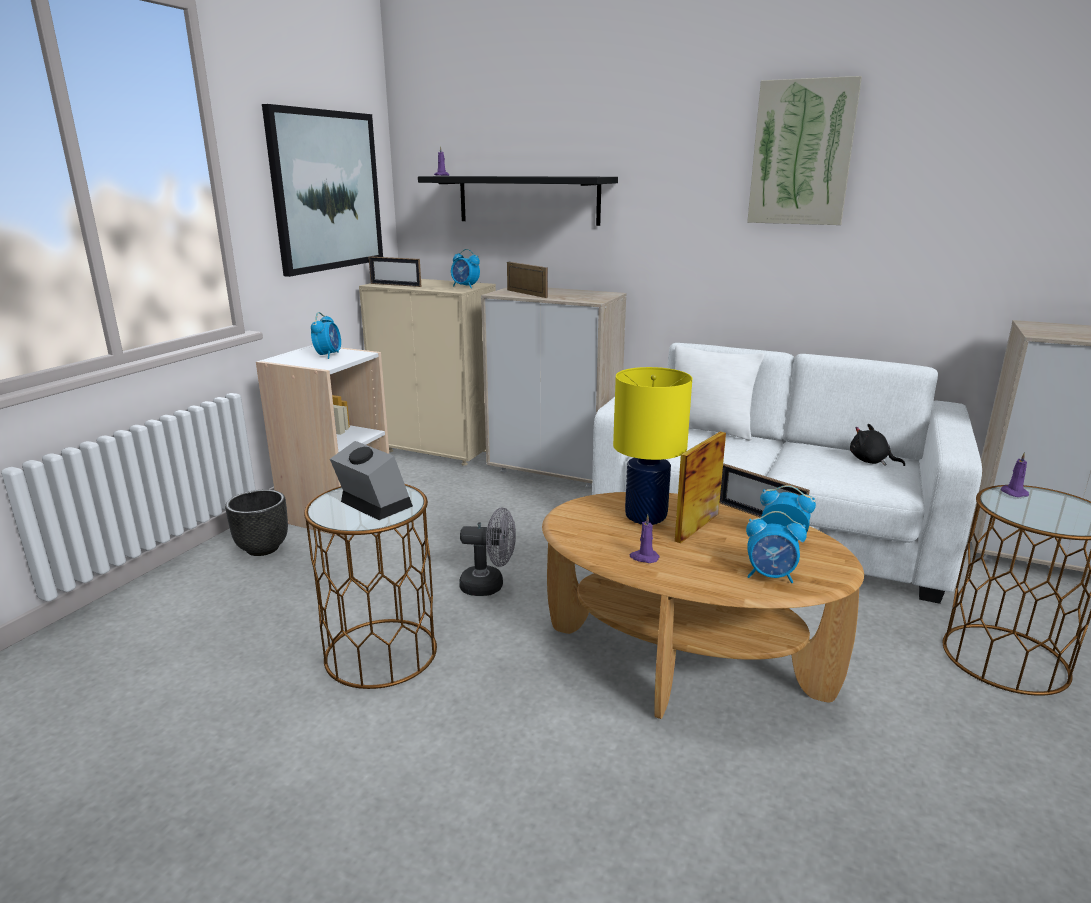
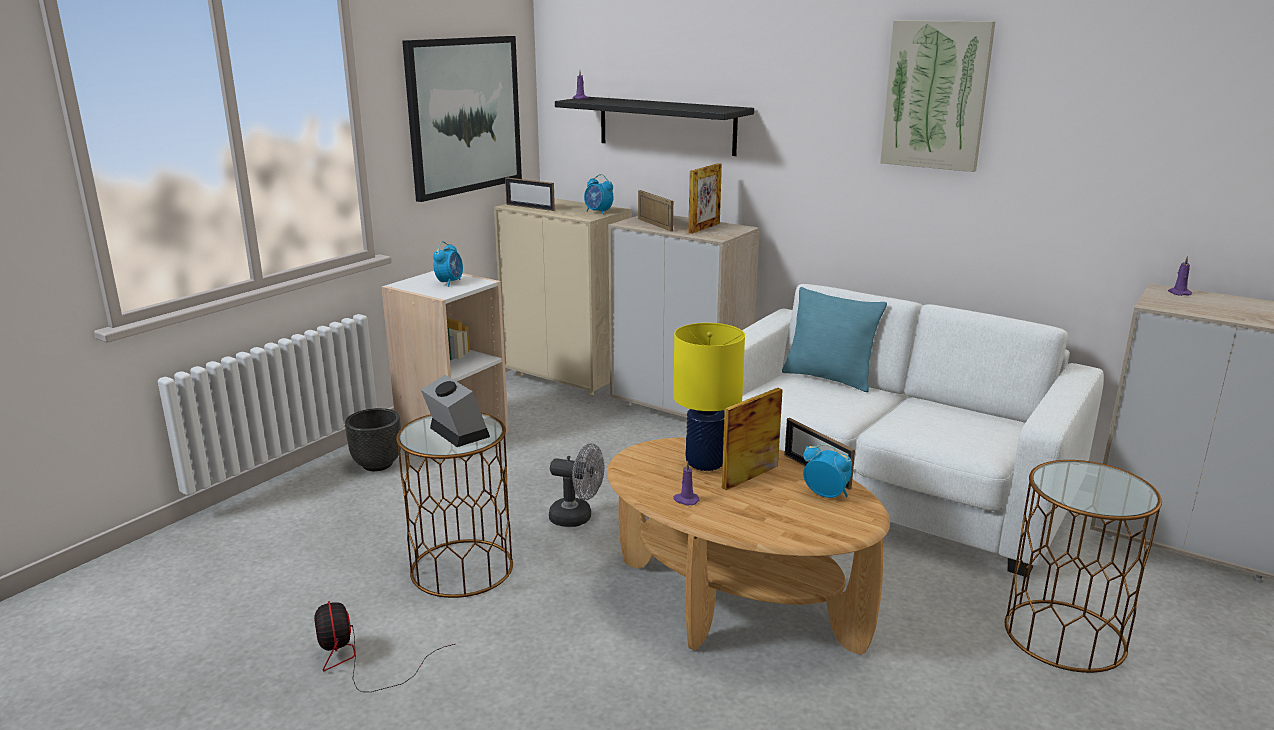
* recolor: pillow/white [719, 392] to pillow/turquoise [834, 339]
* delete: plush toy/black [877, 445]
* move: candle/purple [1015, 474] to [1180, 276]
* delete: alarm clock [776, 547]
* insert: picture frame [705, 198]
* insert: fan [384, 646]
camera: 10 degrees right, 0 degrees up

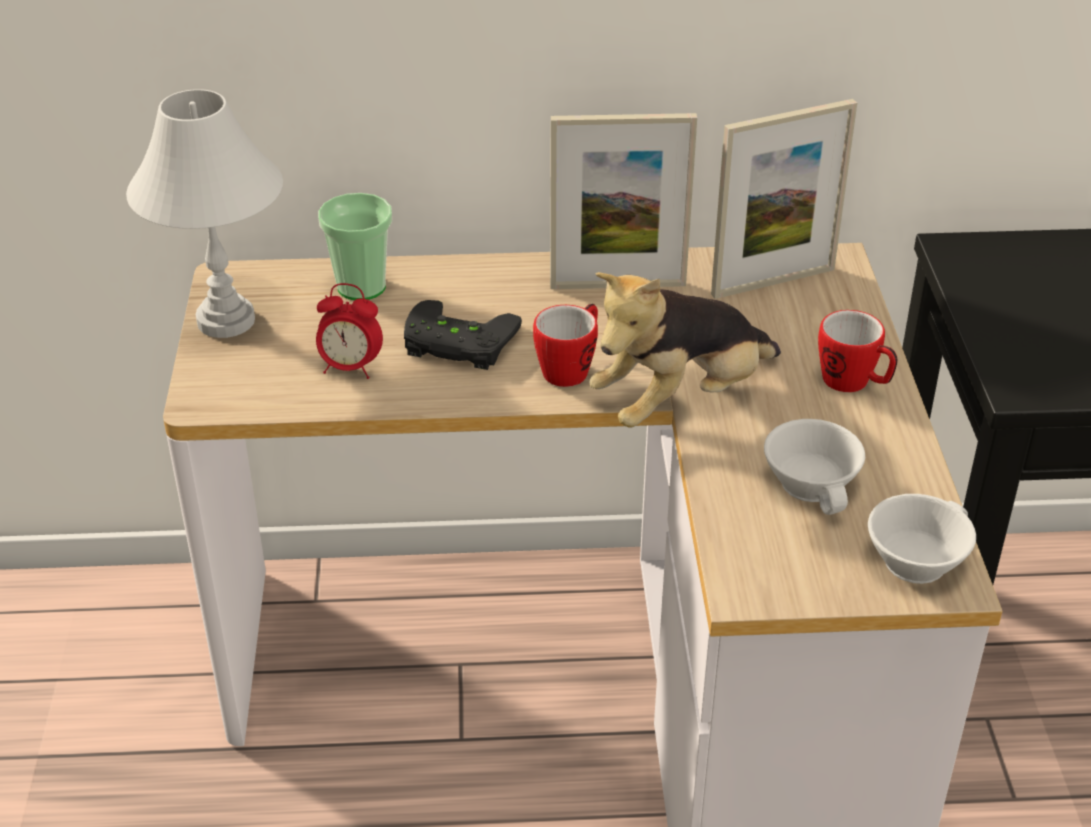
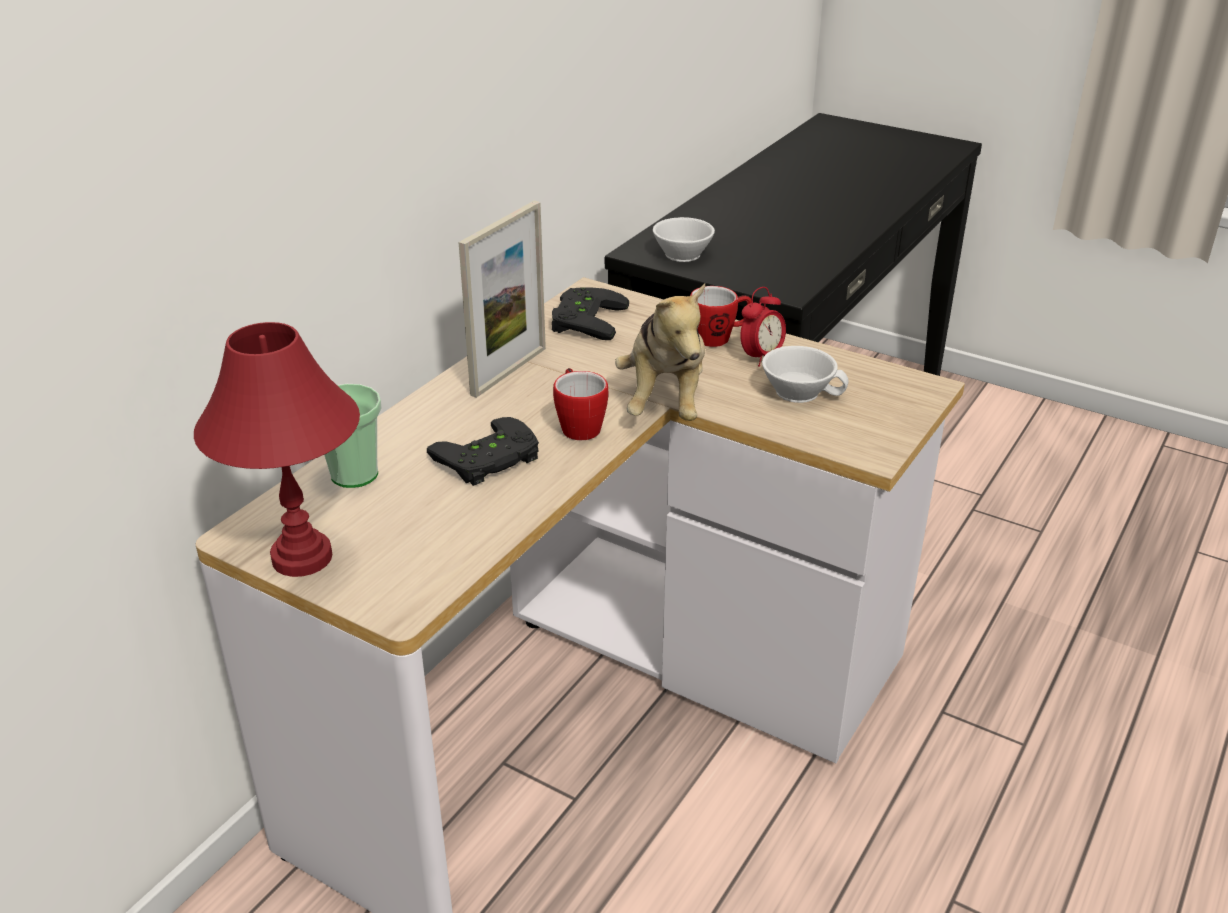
* recolor: table lamp/white [204, 213] to table lamp/red [277, 449]
* replace: picture frame [784, 199] to game controller/black [590, 313]
* move: alarm clock [349, 331] to [763, 327]
* move: cup/white [922, 539] to [684, 239]
camera: 55 degrees left, 5 degrees down

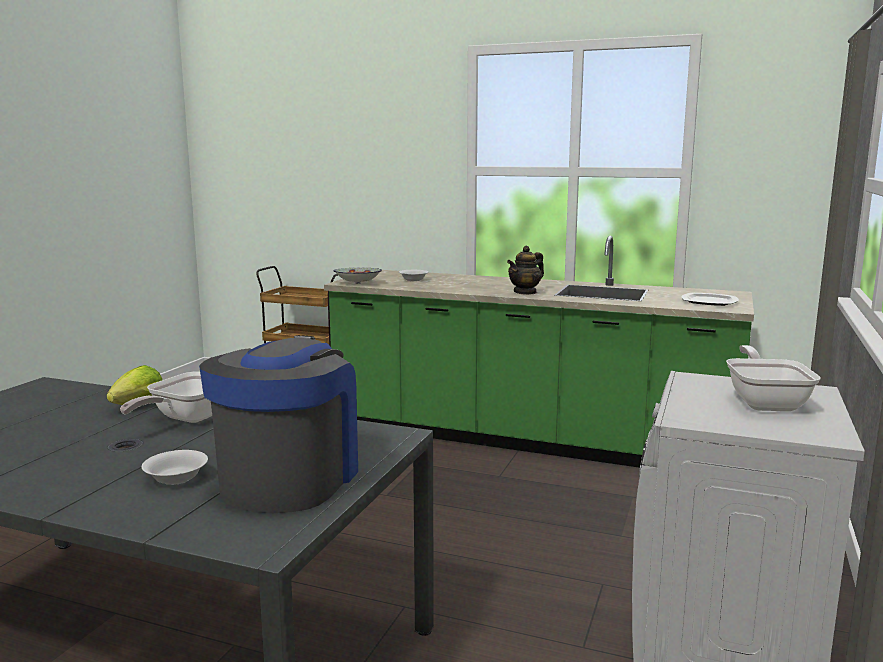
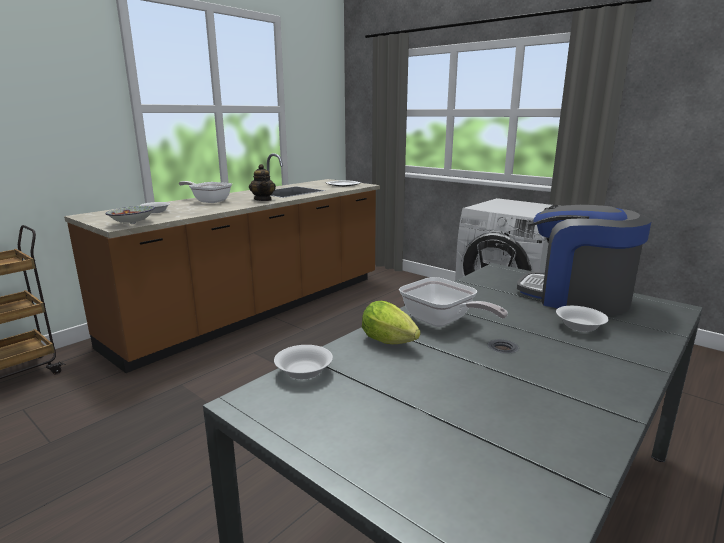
* recolor: counter/green [539, 352] to counter/brown [222, 263]
* move: frying pan [773, 378] to [205, 192]
* insert: bowl/white [303, 362]
camera: 70 degrees left, 5 degrees up

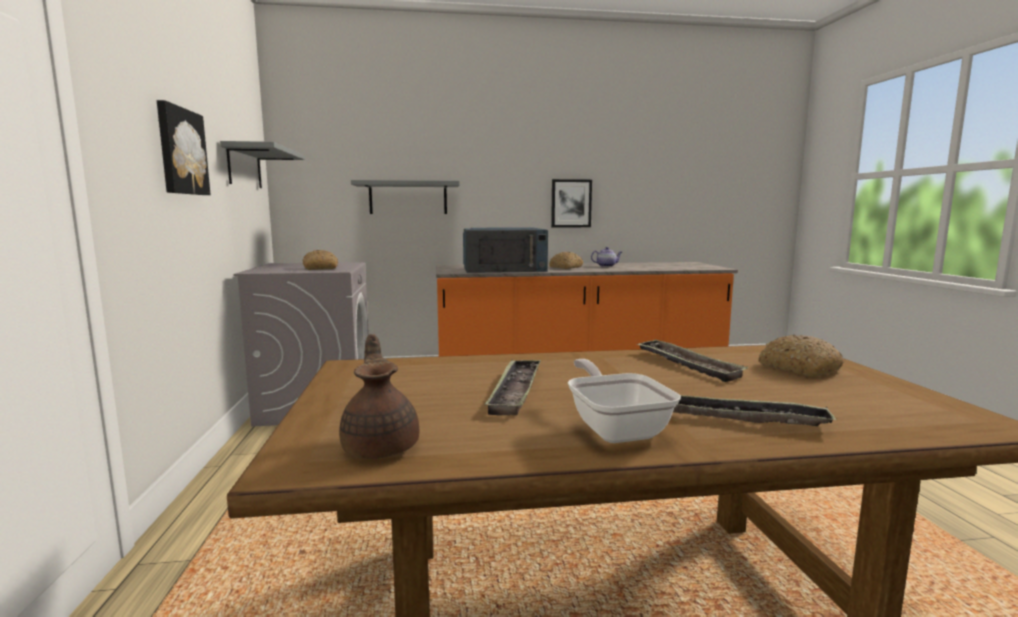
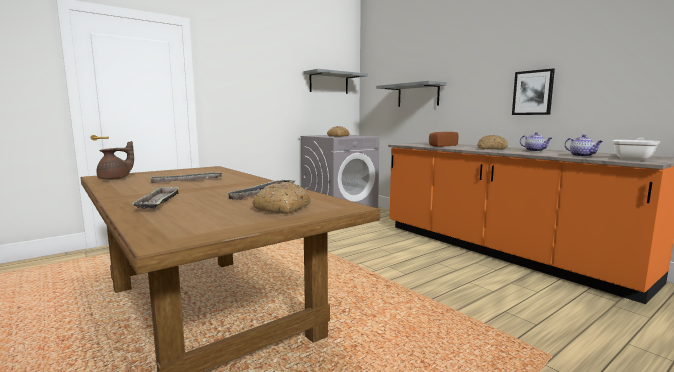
* delete: picture [184, 147]
* replace: microwave/blue [505, 250] to bread [443, 139]
* move: frying pan [624, 401] to [636, 149]
* insert: teapot [584, 146]
camera: 60 degrees right, 0 degrees up

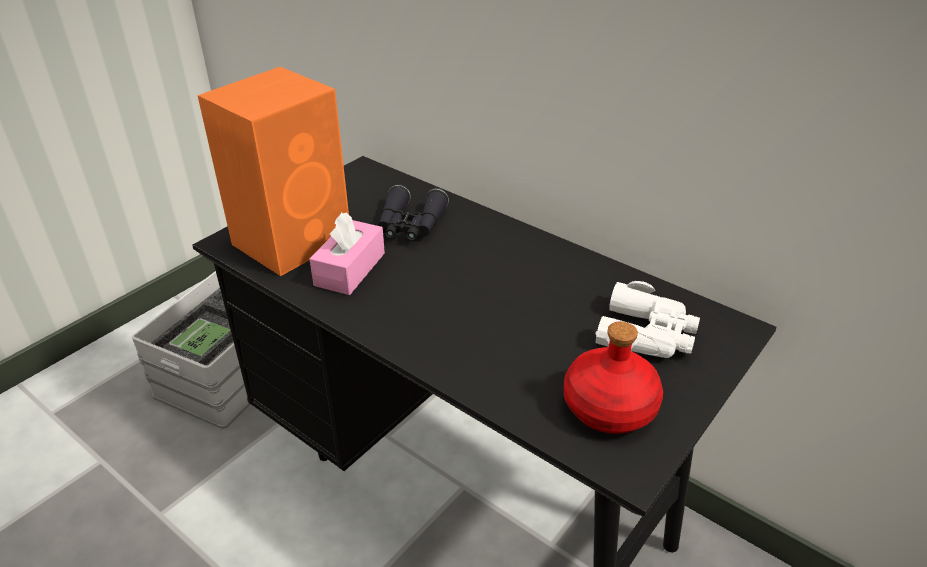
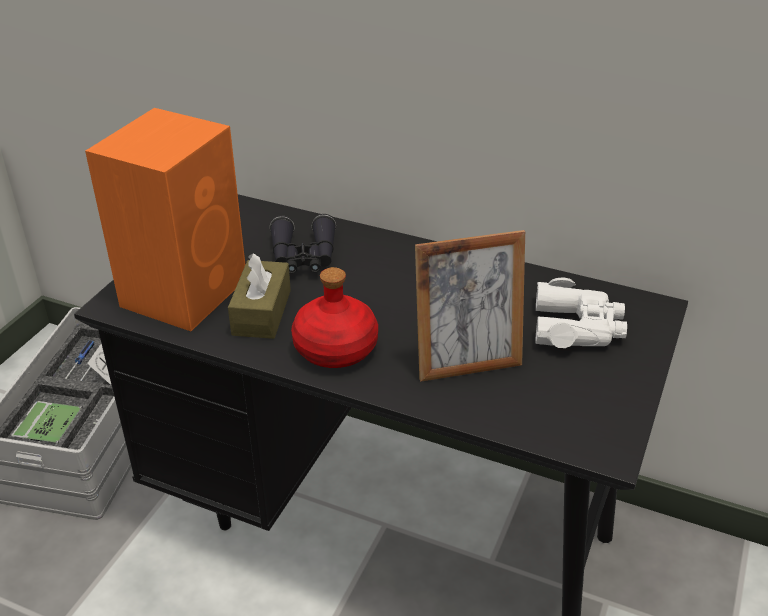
* recolor: tissue box/pink [347, 253] to tissue box/brown [259, 296]
* move: bottle/red [613, 377] to [334, 317]
* insert: picture frame [470, 306]
camera: 15 degrees left, 0 degrees up

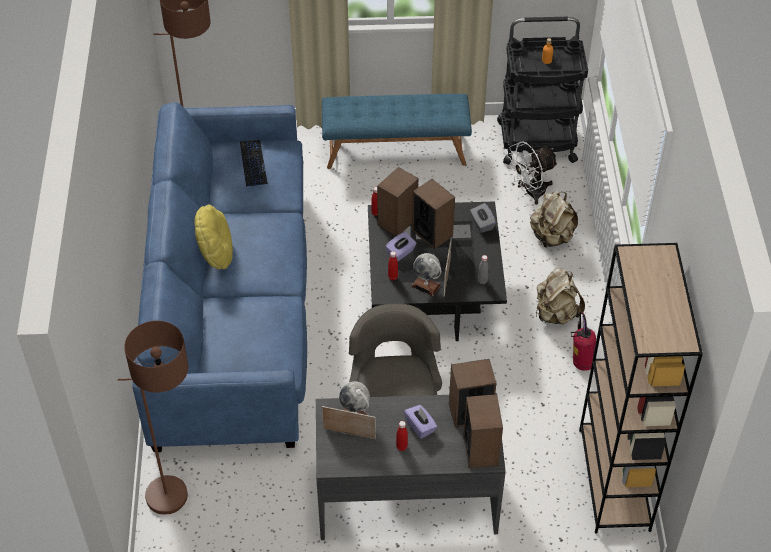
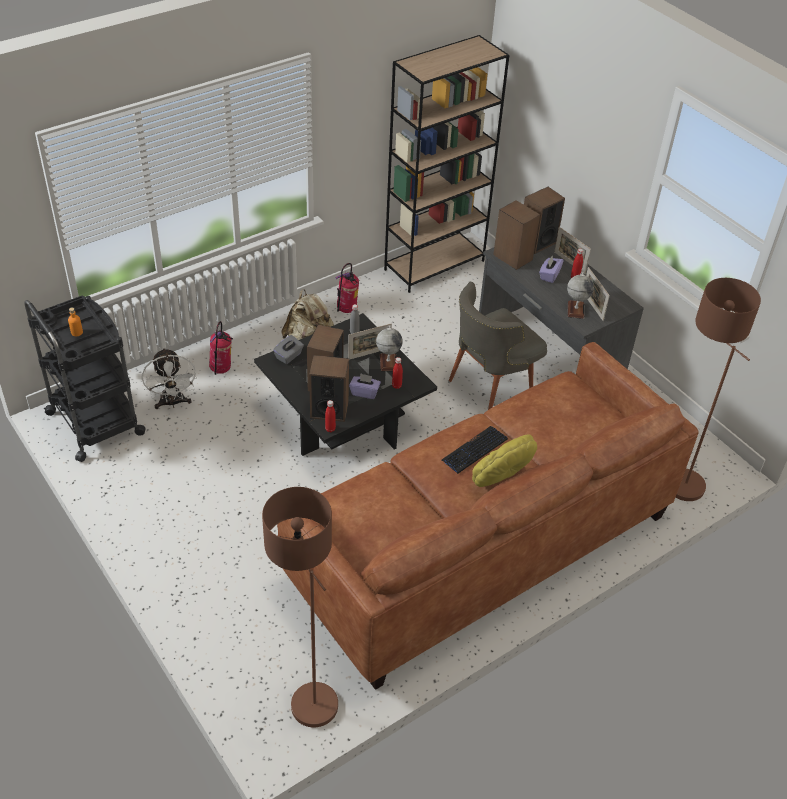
* delete: bench/blue [397, 131]
* recolor: sofa/blue [219, 277] to sofa/brown [488, 516]
* move: keyboard [254, 163] to [475, 449]
* rotate: fan/white [532, 173] = [169, 378] 45 degrees clockwise
* replace: backpack/beige [554, 220] to fire extinguisher [221, 348]
* insert: picture frame [572, 251]
camera: 125 degrees left, 5 degrees down

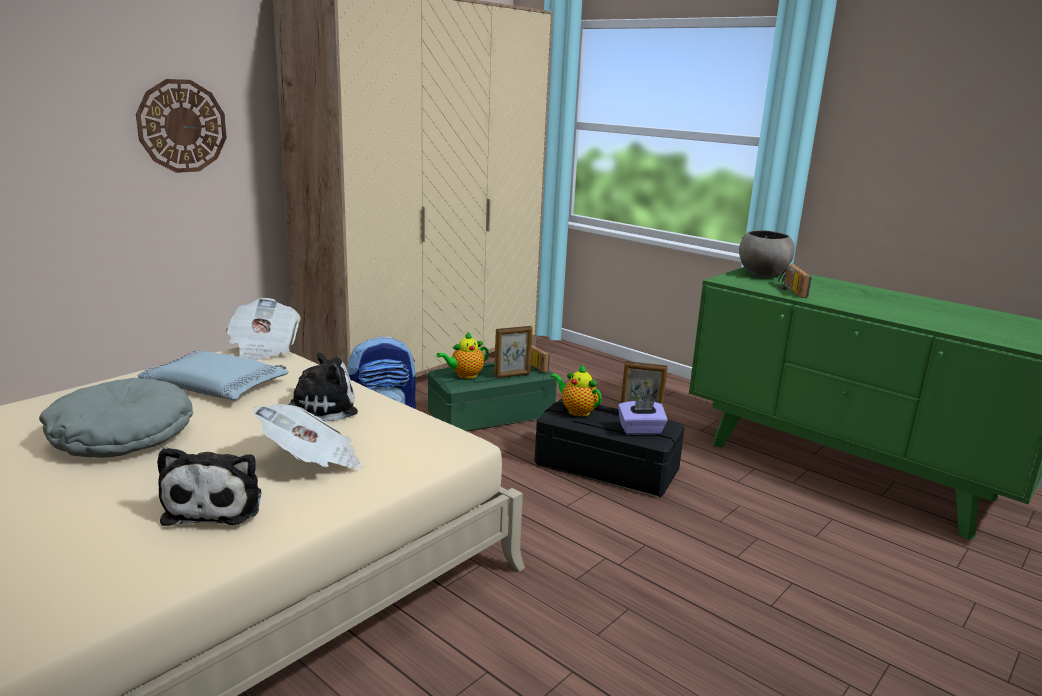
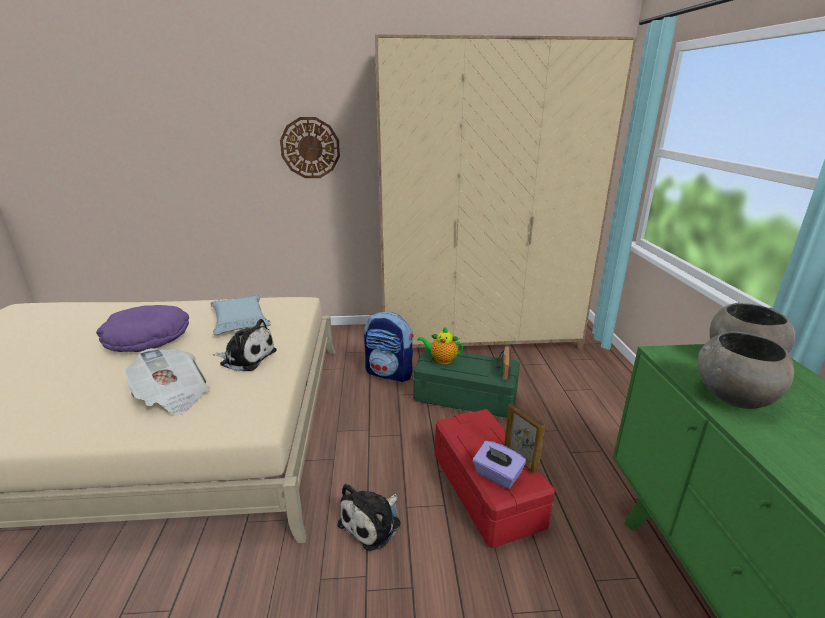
* replace: radio [795, 281] to bowl/grey [746, 369]
* delete: newspaper [263, 329]
* delete: picture frame [513, 352]
* delete: teapot [576, 391]
* recolor: pillow/grey [116, 418] to pillow/purple [142, 328]
* recolor: storage box/black [610, 448] to storage box/red [495, 478]
* move: plush toy [209, 486] to [369, 517]
camera: 45 degrees right, 5 degrees up

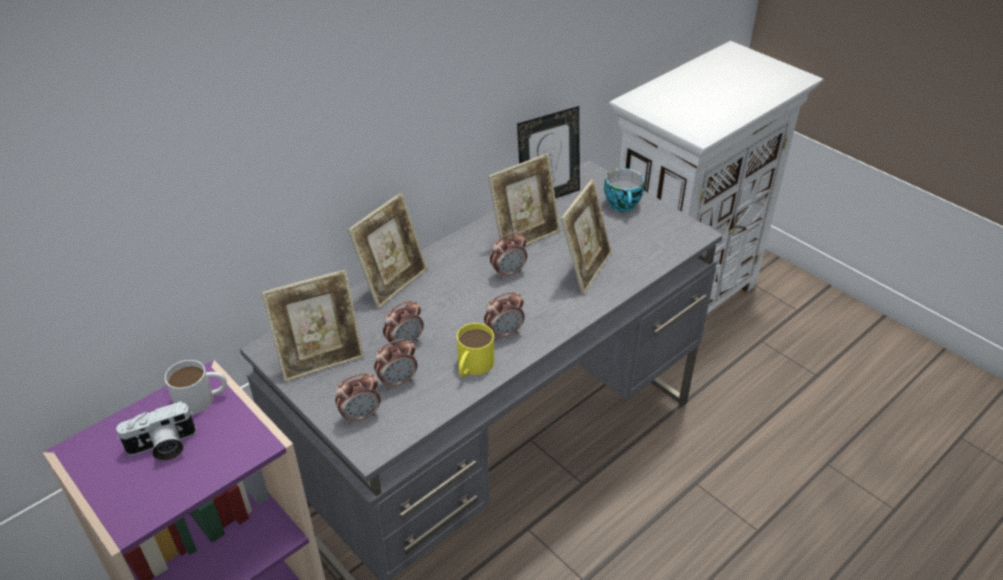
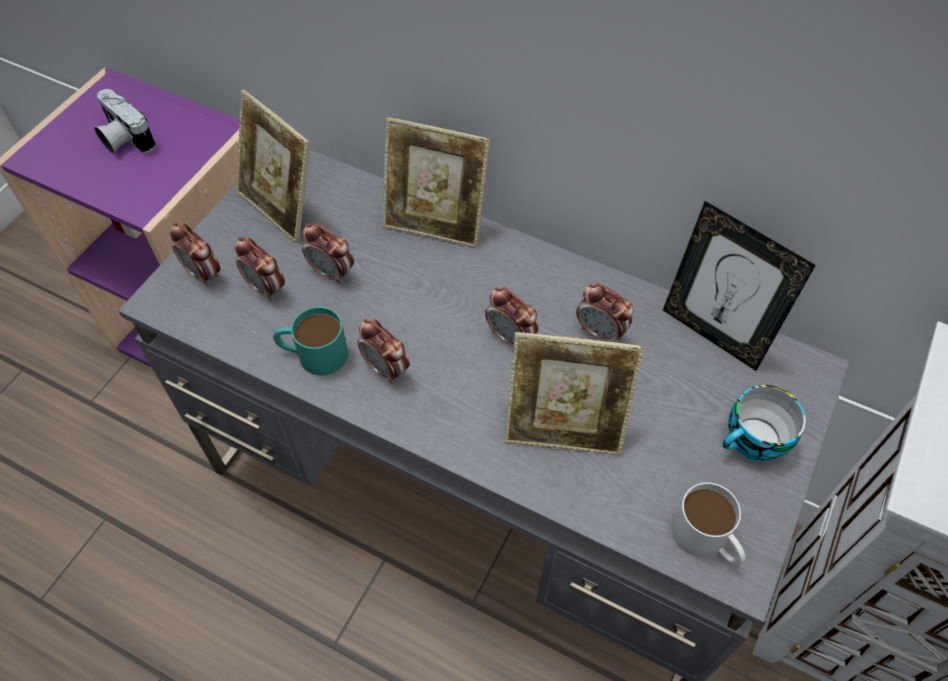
* replace: picture frame [524, 199] to alarm clock [605, 312]
* recolor: mug/yellow [475, 350] to mug/turquoise [310, 341]
* move: mug/white [196, 387] to [708, 524]
camera: 70 degrees right, 15 degrees up

